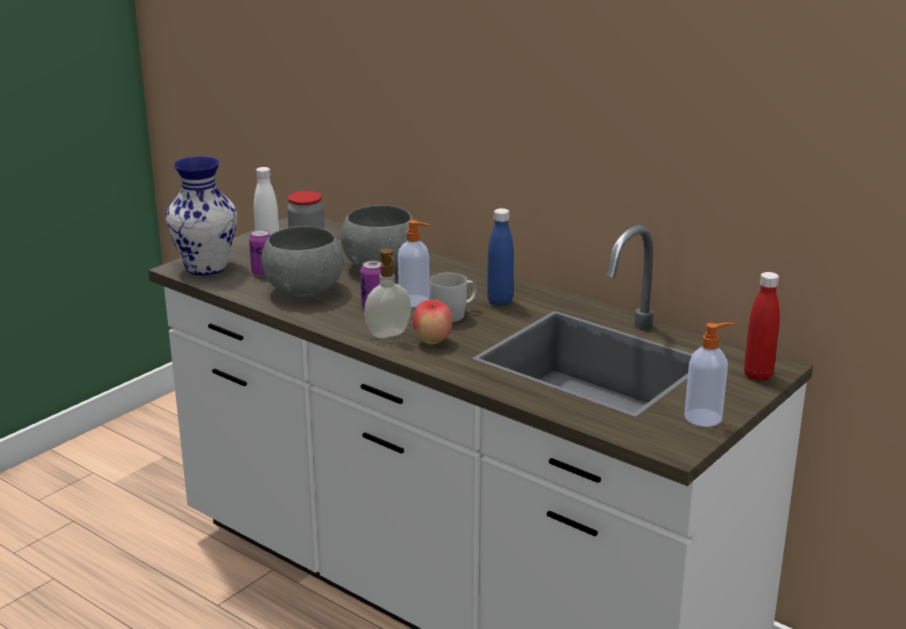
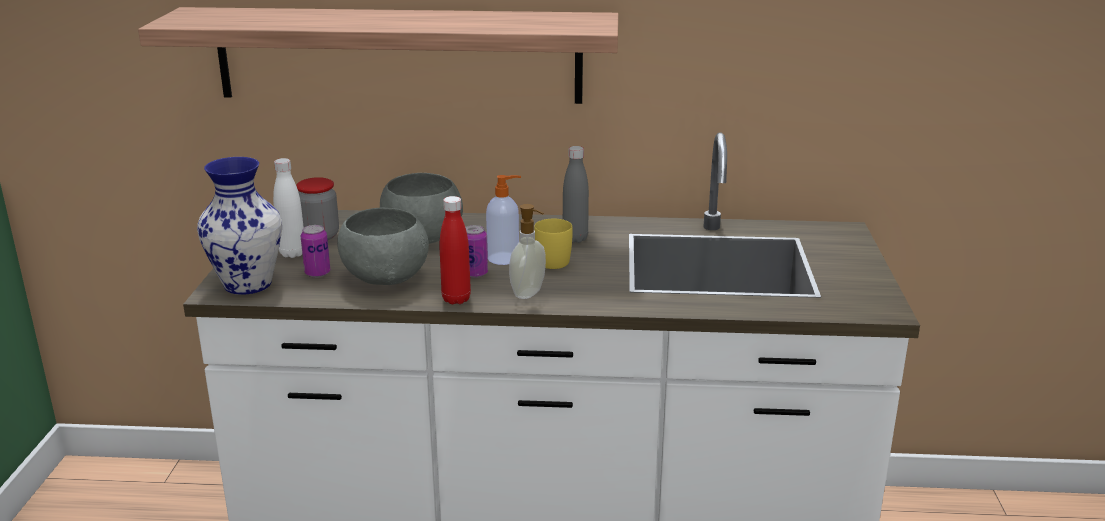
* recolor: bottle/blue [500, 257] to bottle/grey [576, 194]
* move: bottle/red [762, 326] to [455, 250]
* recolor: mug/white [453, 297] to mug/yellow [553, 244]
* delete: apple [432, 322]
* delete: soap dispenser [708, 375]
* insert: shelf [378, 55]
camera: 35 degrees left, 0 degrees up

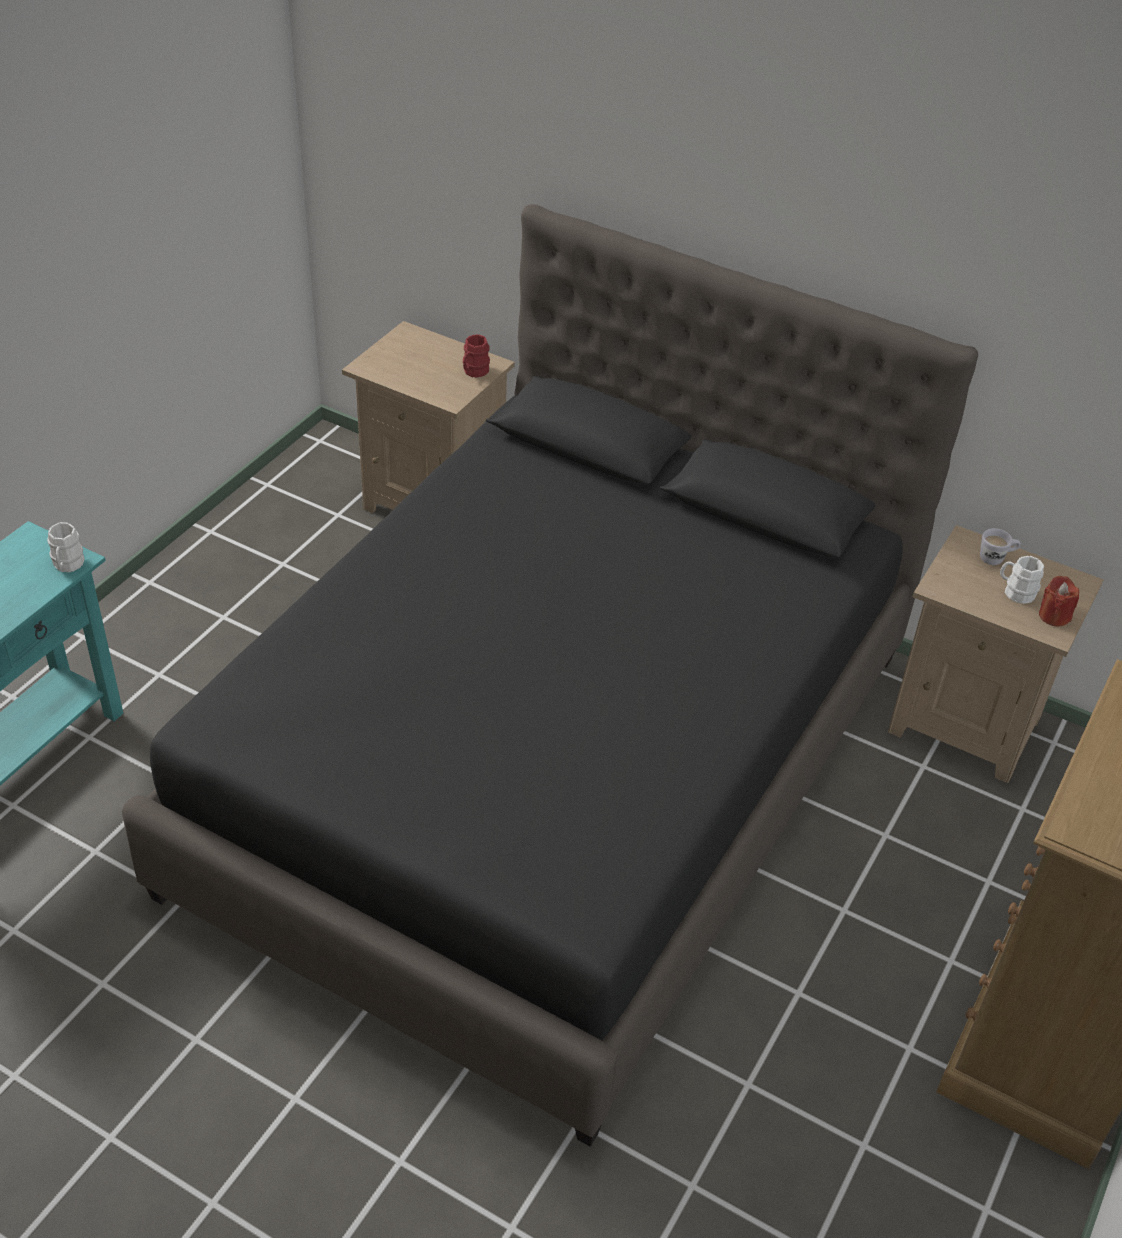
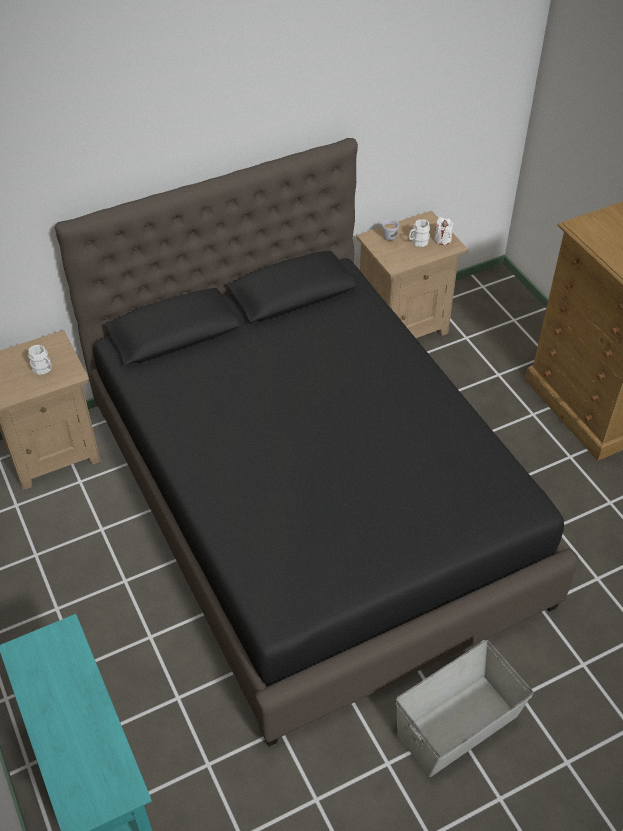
* delete: mug/red [476, 356]
* move: mug/white [65, 547] to [40, 360]
* recolor: candle/red [1059, 601] to candle/white [444, 231]
* insert: storage box/grey [465, 708]
camera: 55 degrees left, 5 degrees up

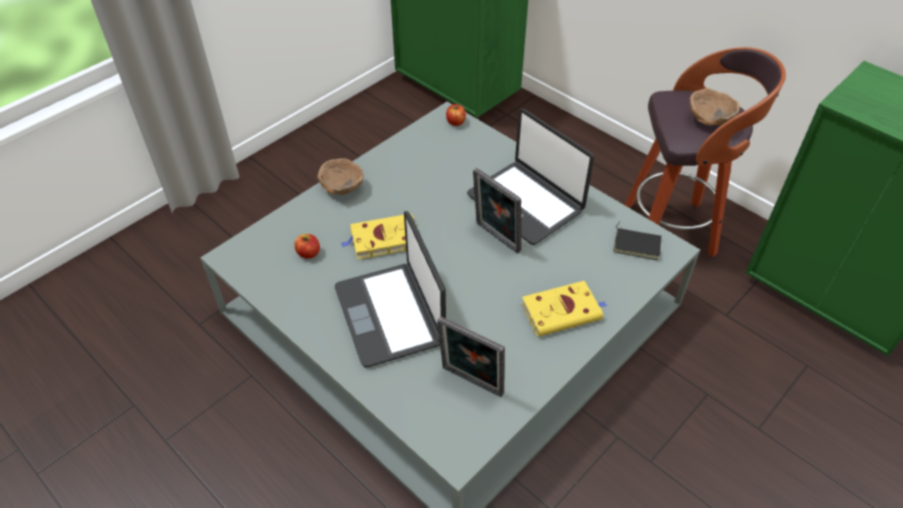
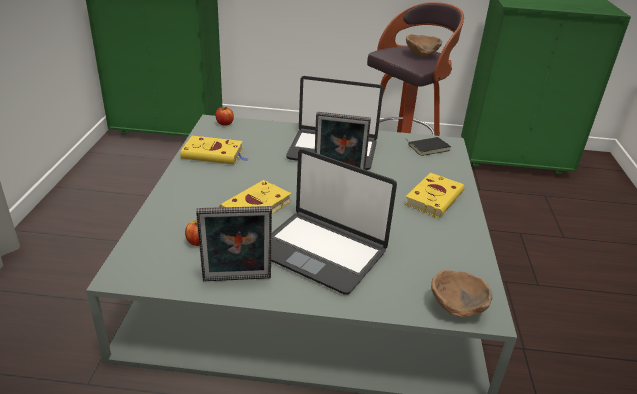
* move: bowl/brown [340, 176] to [461, 293]
* move: picture frame [471, 356] to [234, 244]
* insert: book/yellow [214, 150]
camera: 40 degrees left, 15 degrees down

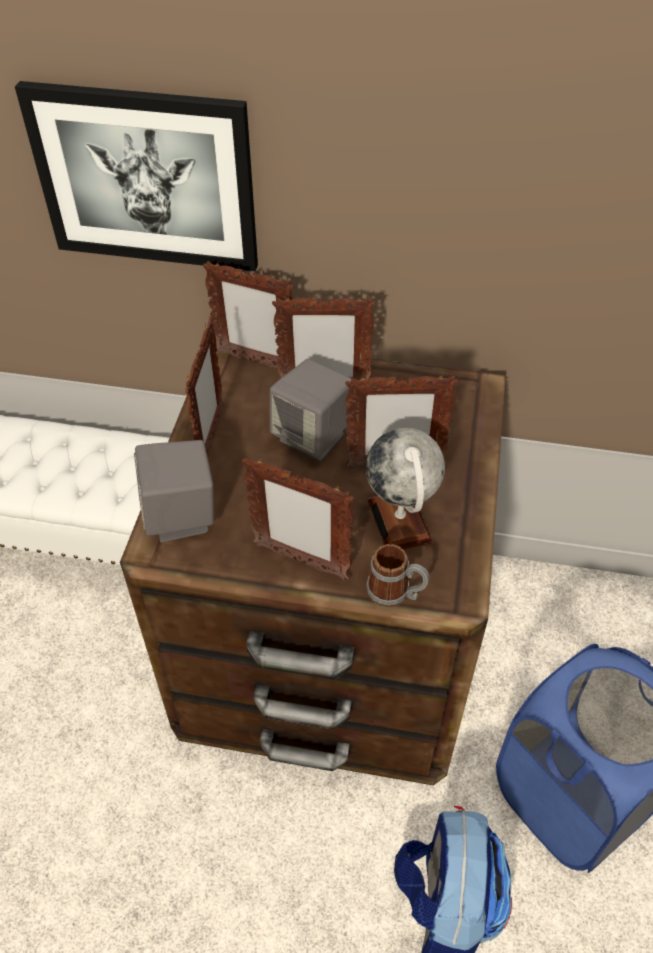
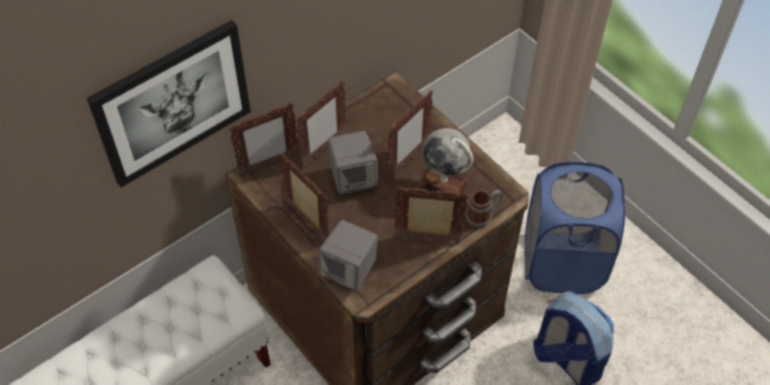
* rotate: picture frame [298, 518] = [431, 214] 150 degrees counterclockwise
camera: 50 degrees left, 5 degrees up

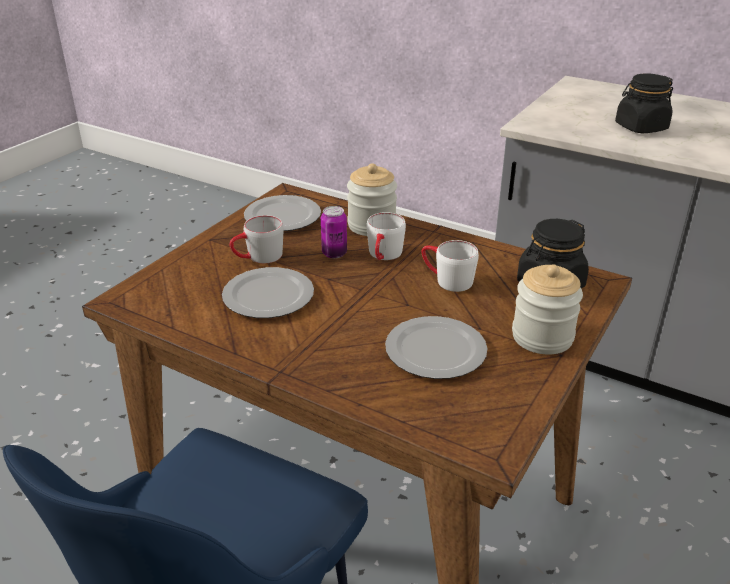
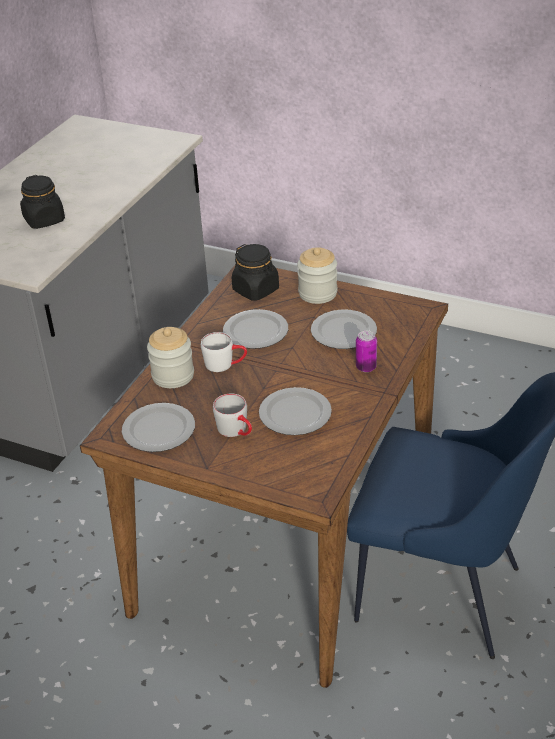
* move: can [334, 232] to [366, 351]
* replace: mug/white [450, 266] to plate [255, 329]
camera: 95 degrees left, 5 degrees up

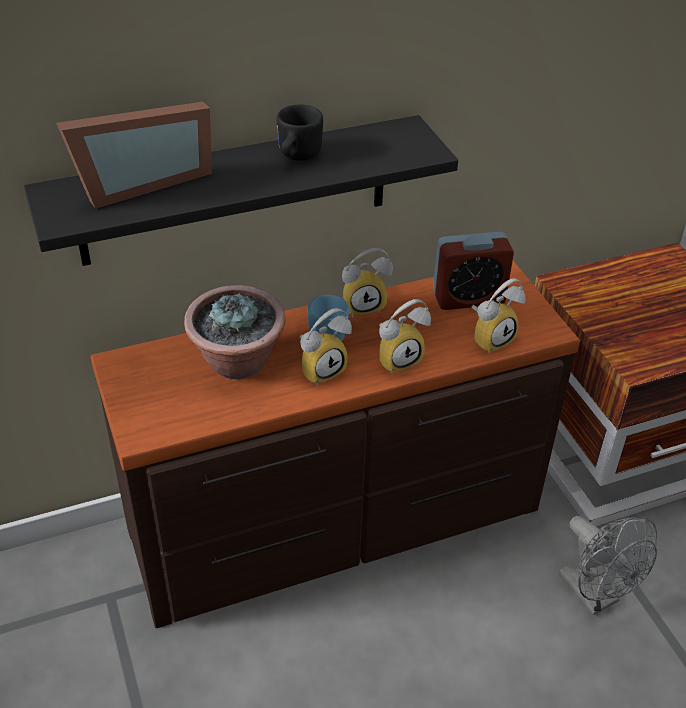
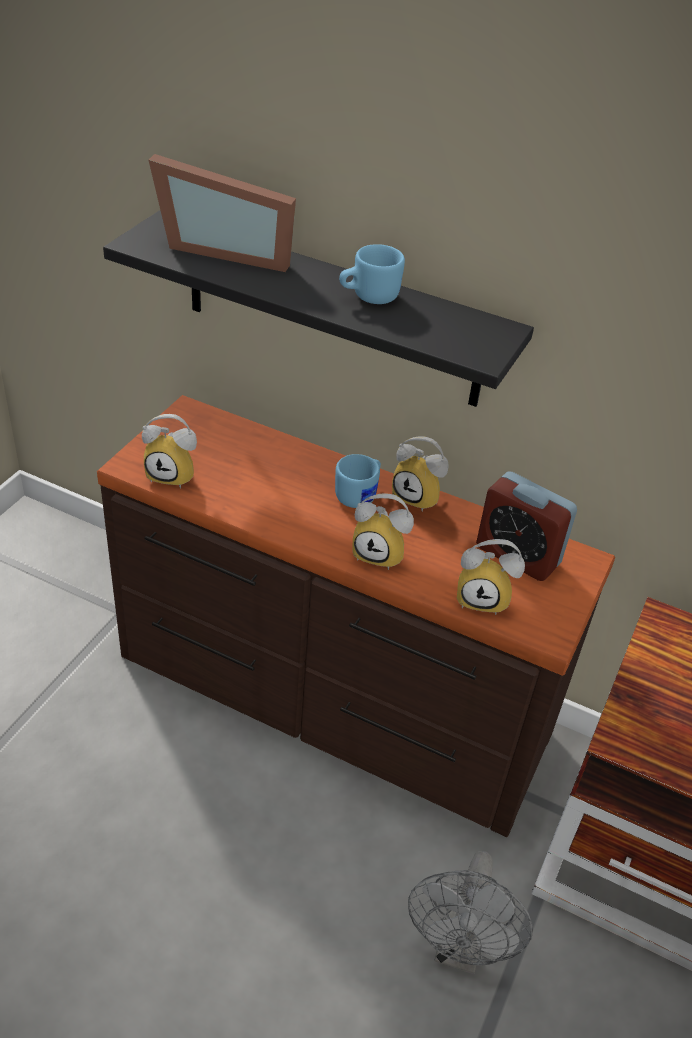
* recolor: mug/black [300, 133] to mug/blue [372, 274]
* delete: potted plant [234, 332]
* move: alarm clock [326, 346] to [169, 451]
camera: 45 degrees right, 0 degrees up

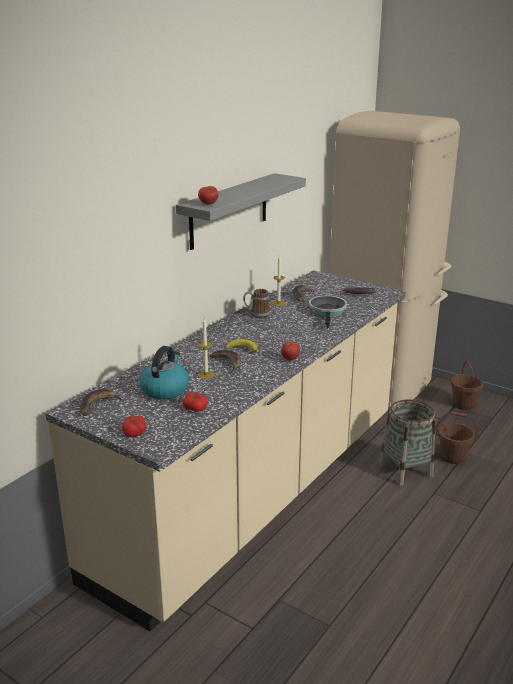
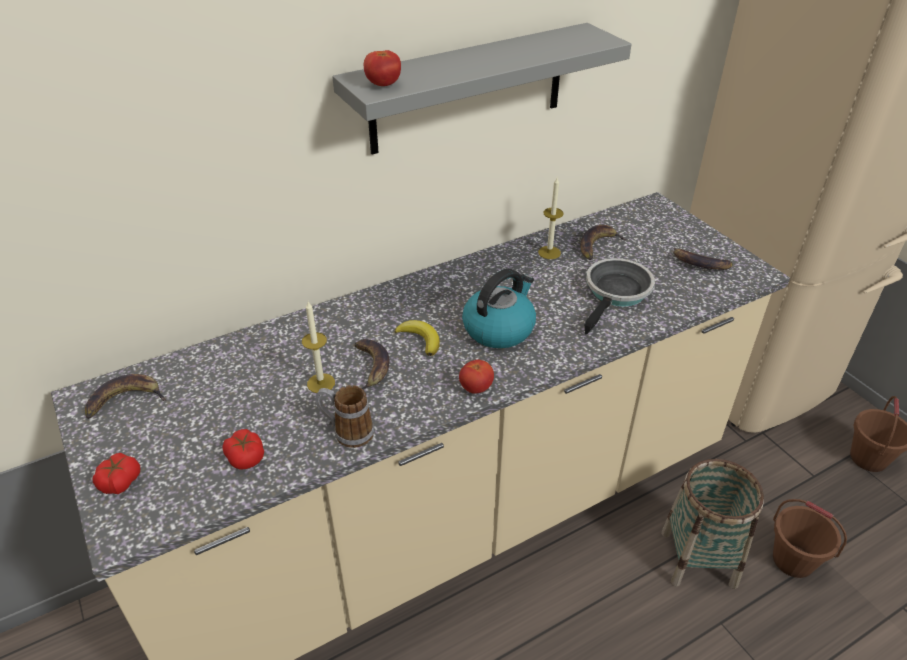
* move: mug [256, 303] to [344, 416]
* move: kettle [164, 373] to [499, 308]
camera: 25 degrees right, 15 degrees up

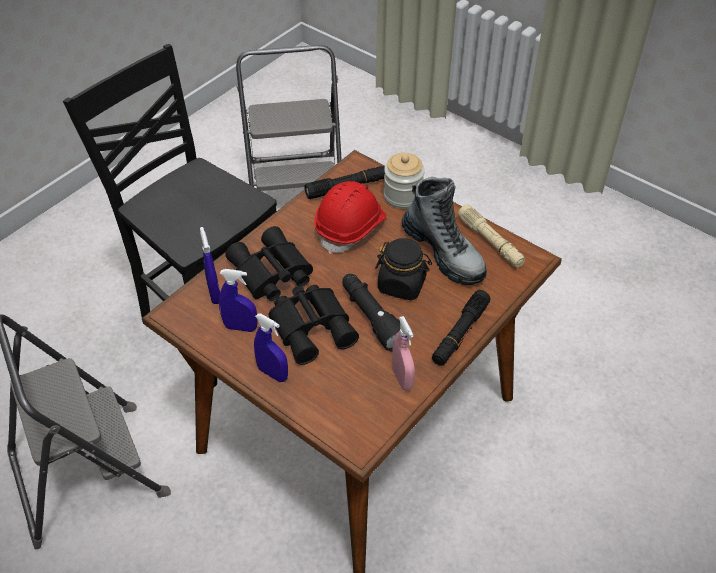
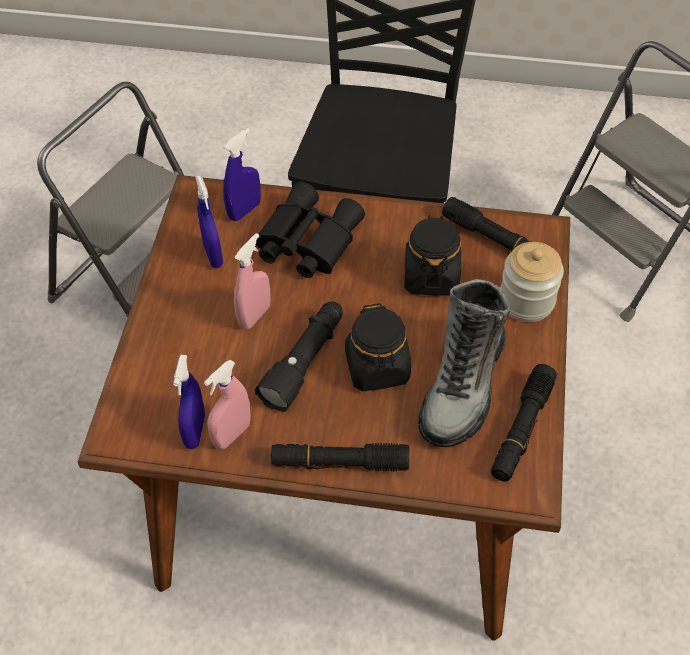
* replace: hard hat/red [350, 217] to jar/black [432, 255]
* recolor: flashlight/beige [491, 236] to flashlight/black [524, 423]
* replace: binoculars/black [314, 325] to spray bottle/pink [252, 281]
* move: spray bottle/blue [271, 347] to [189, 402]
camera: 60 degrees right, 5 degrees up

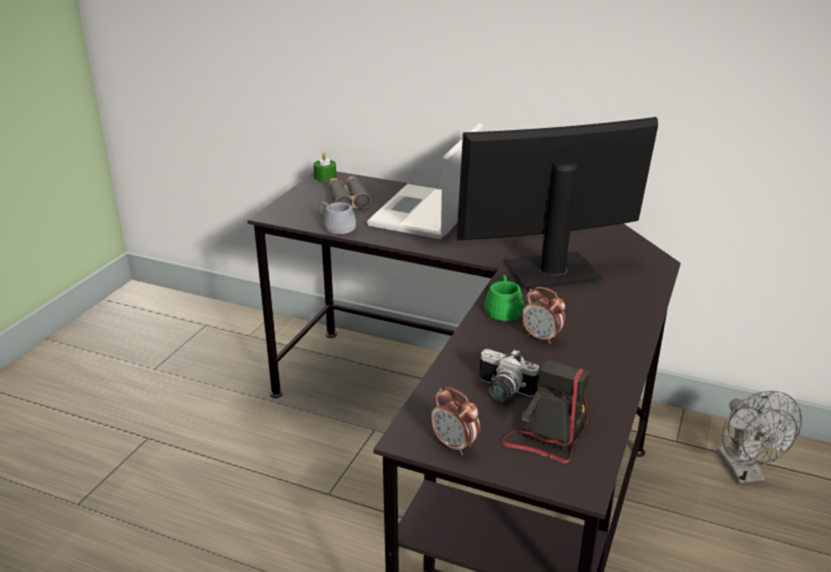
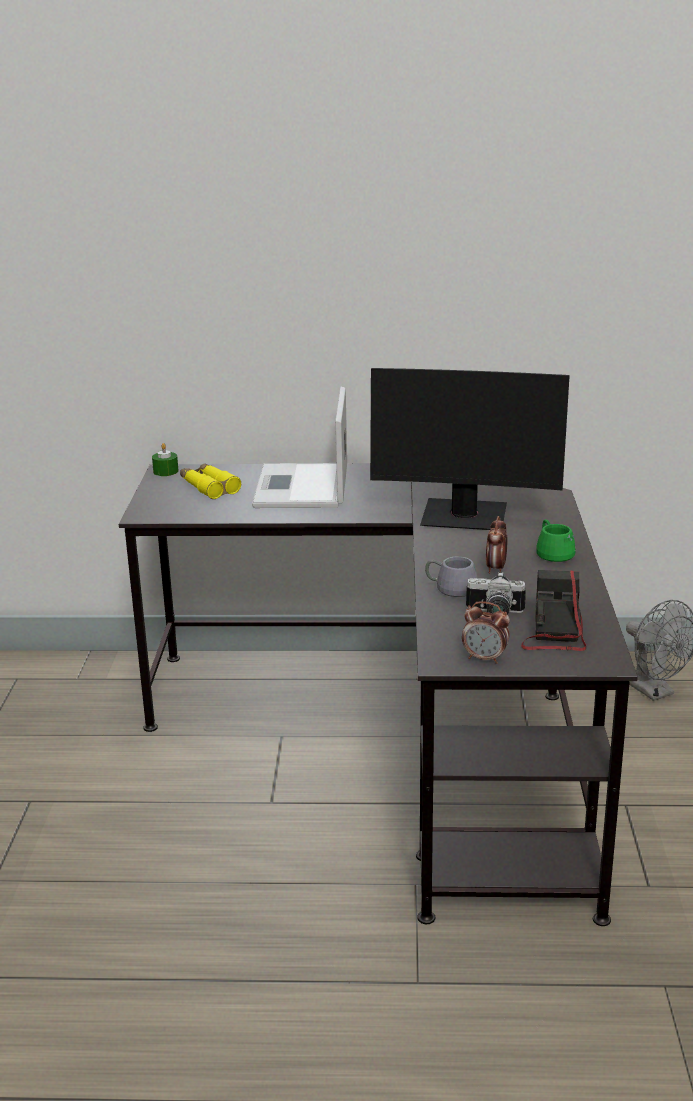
* rotate: monitor [557, 203] = [470, 449] 135 degrees counterclockwise
* recolor: binoculars/grey [350, 192] to binoculars/yellow [210, 481]
* move: mug/grey [337, 218] to [451, 576]
* move: mug/green [504, 298] to [556, 540]
* rotate: alarm clock [543, 315] = [497, 545] 90 degrees clockwise
camera: 20 degrees left, 5 degrees down

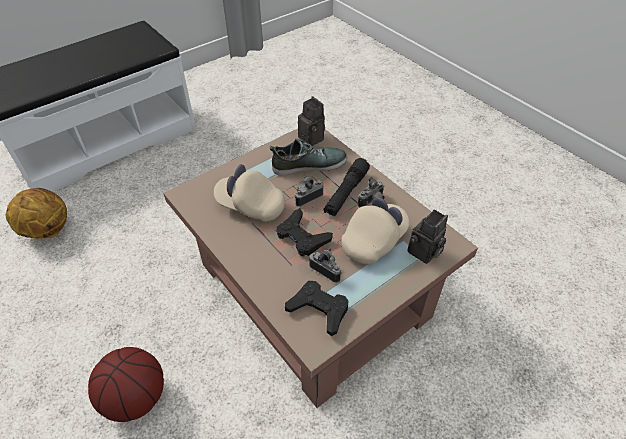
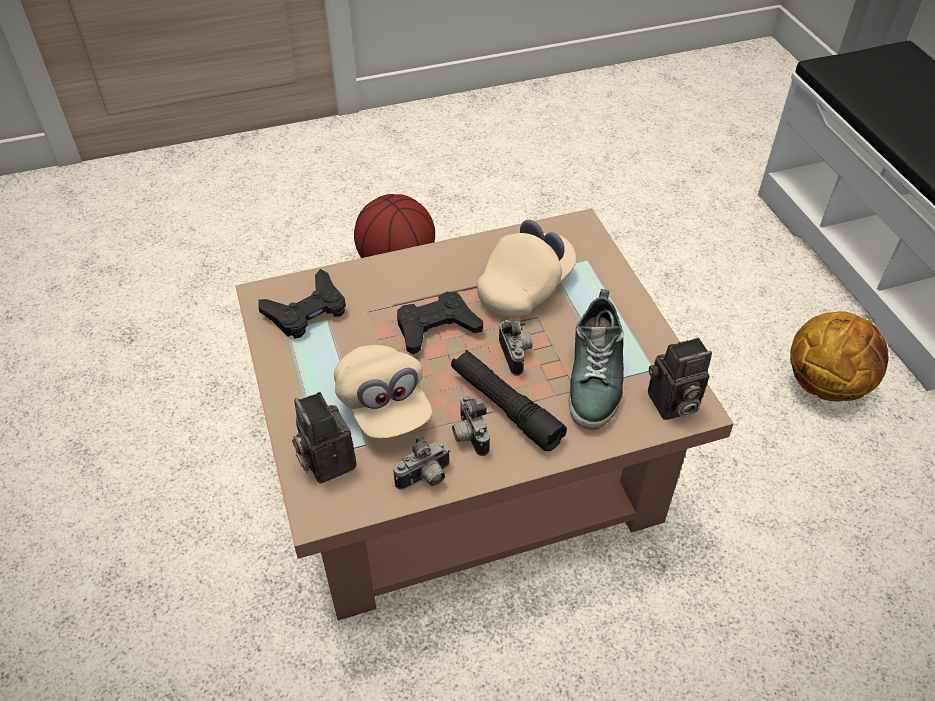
* move: basketball [36, 213] to [839, 356]
* move: photo camera [325, 265] to [422, 462]
camera: 110 degrees right, 0 degrees up

